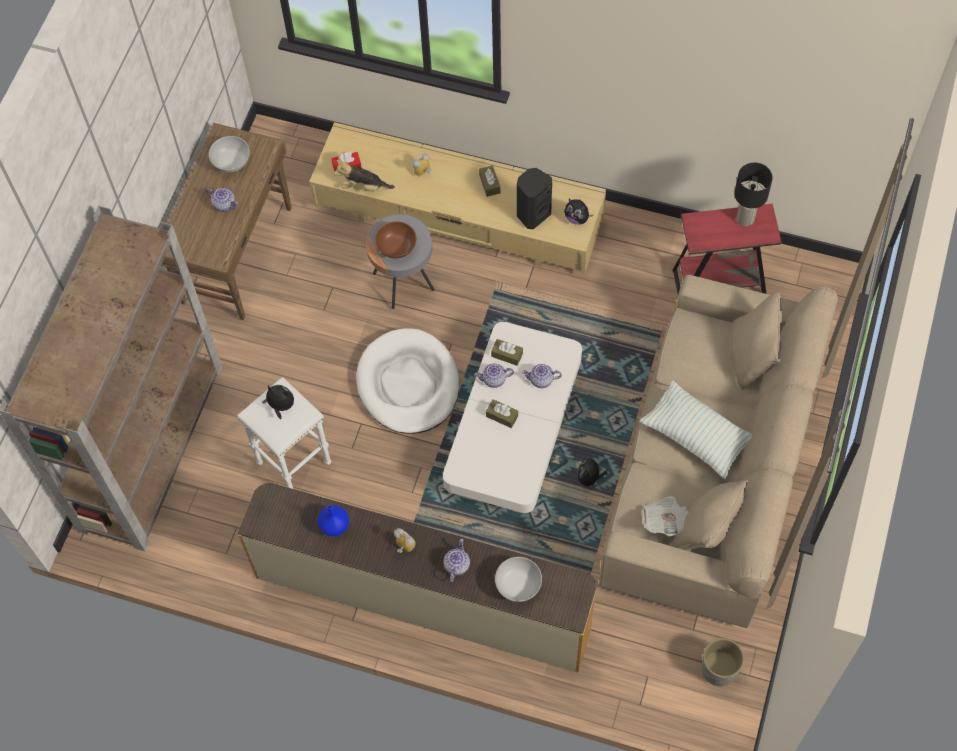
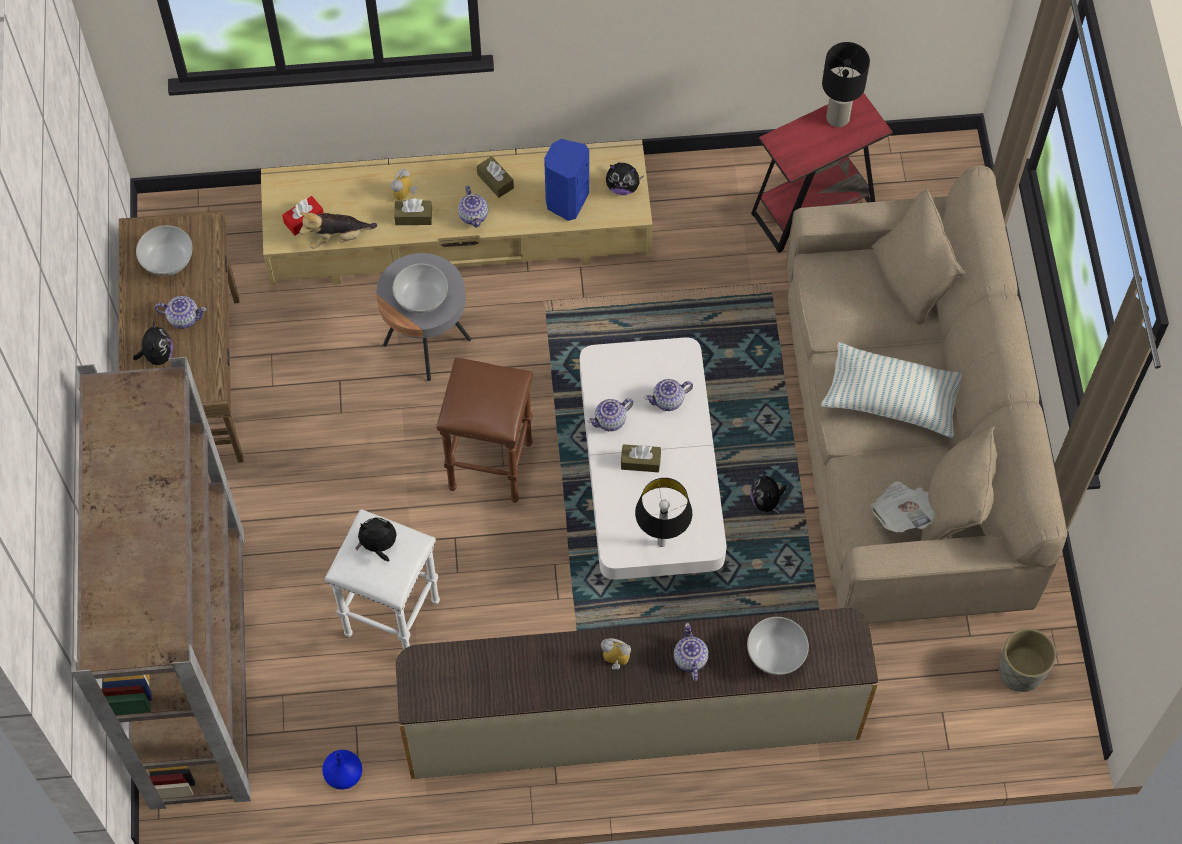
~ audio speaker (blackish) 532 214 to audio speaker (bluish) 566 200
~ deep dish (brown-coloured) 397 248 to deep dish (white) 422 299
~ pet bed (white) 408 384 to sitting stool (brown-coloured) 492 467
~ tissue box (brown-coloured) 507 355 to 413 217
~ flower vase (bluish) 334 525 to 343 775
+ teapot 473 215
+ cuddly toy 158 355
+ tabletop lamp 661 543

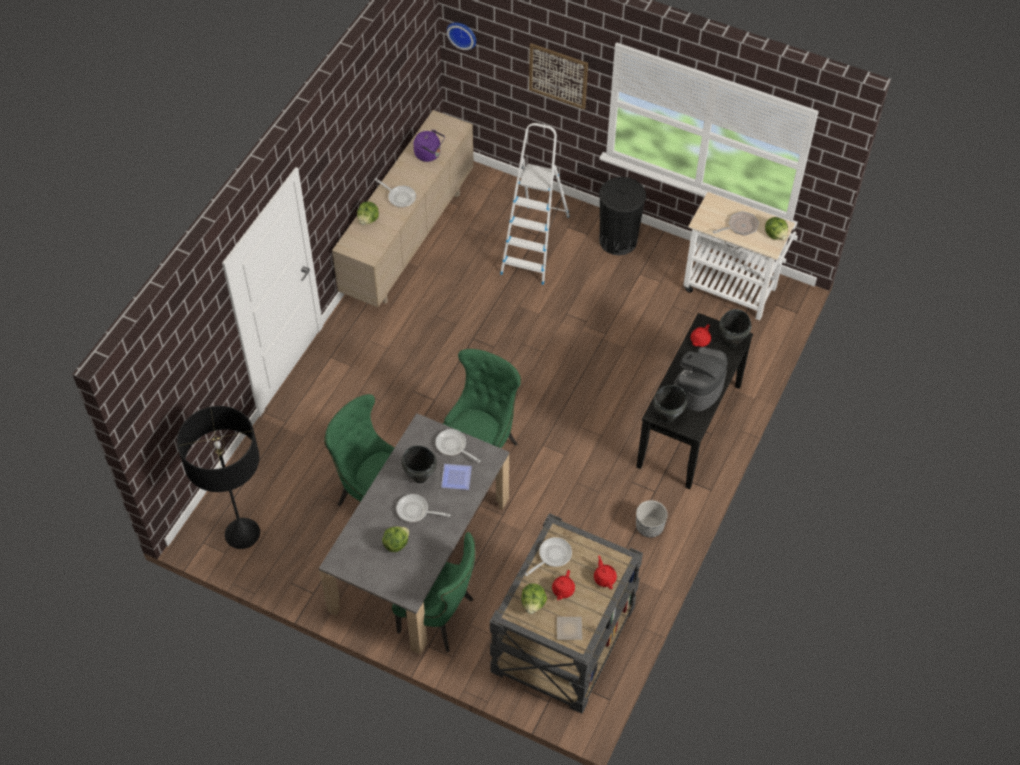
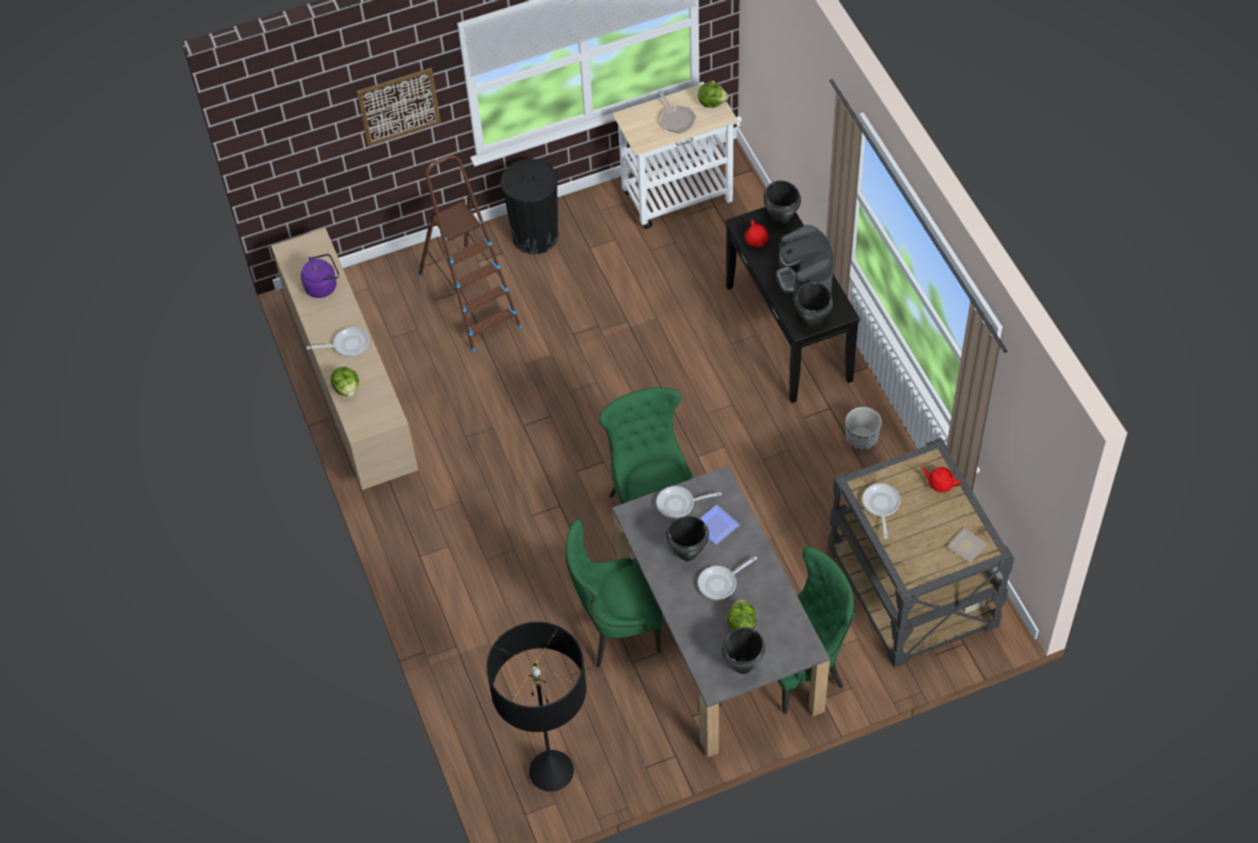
- clock on the wall 462 34
~ step ladder (white) 535 244 to step ladder (brown-coloured) 470 300
~ pan 740 227 = 676 119 135 degrees clockwise
- teapot (reddish) 563 590
- lettuce head 533 603
+ stockpot (blackish) 743 666

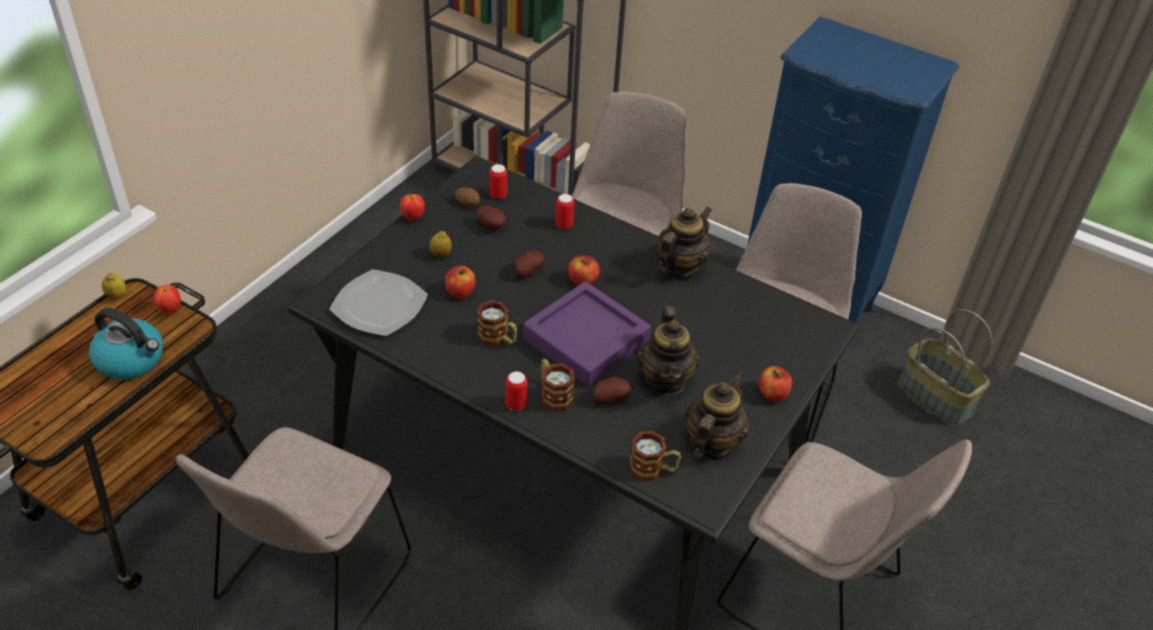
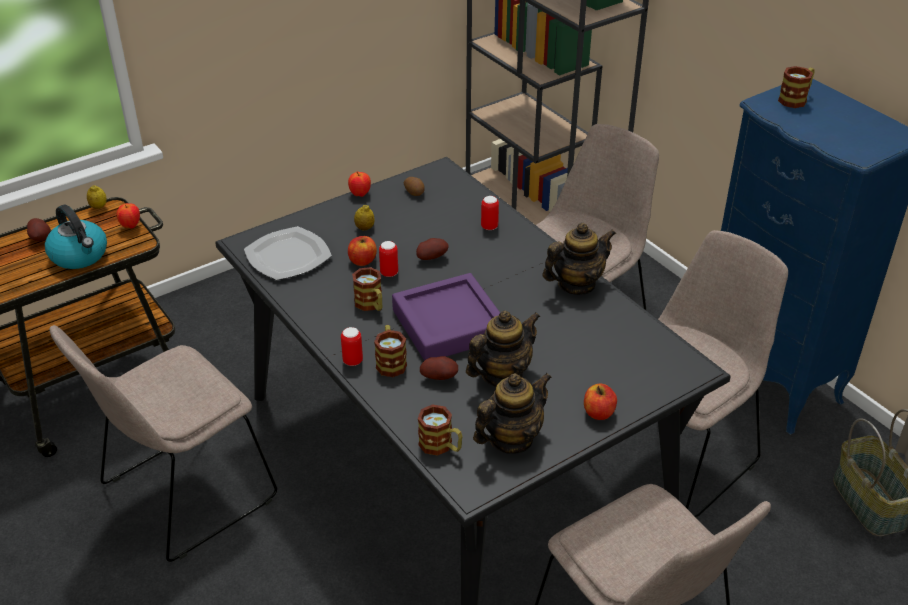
~ sealed can 498 195 to 389 273
~ spud 492 226 to 41 239
- apple fruit 583 280
~ teapot 665 379 = 501 375 150 degrees counterclockwise
+ tea mug 796 99

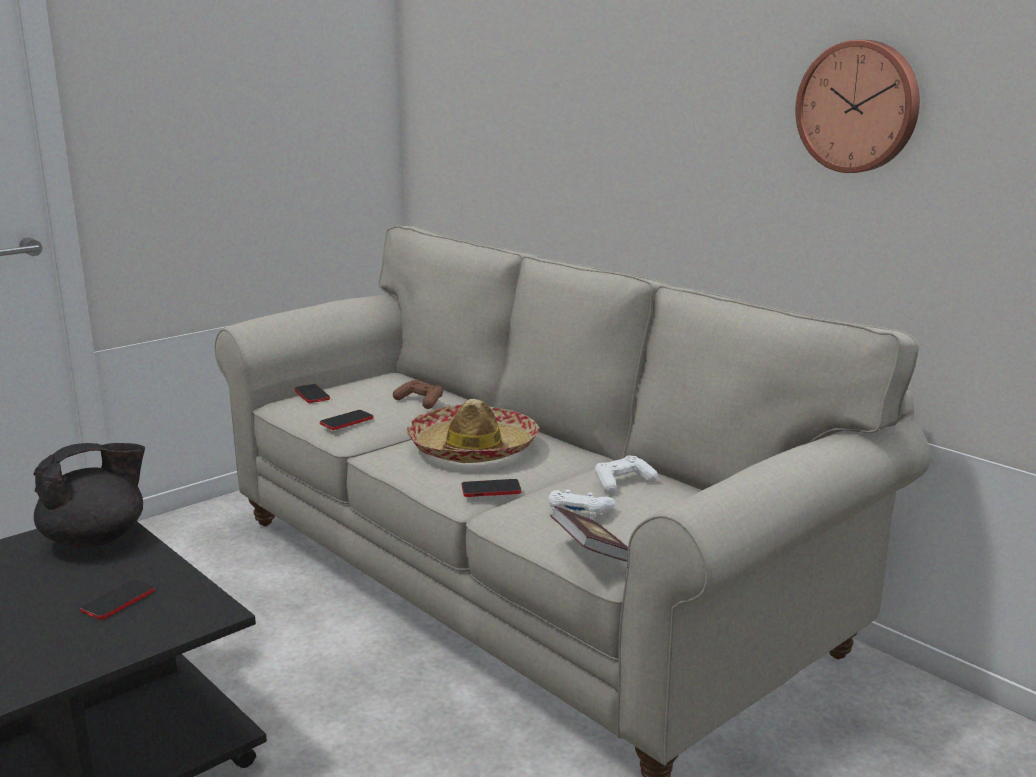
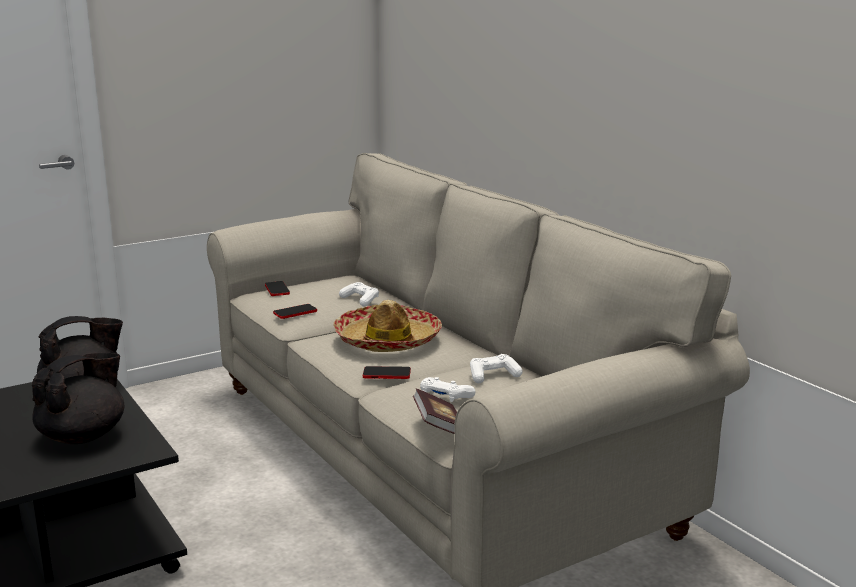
- clock on the wall 859 106
~ joypad (brown-coloured) 420 401 to joypad (white) 360 300
~ phone 118 601 to teapot (blackish) 84 436

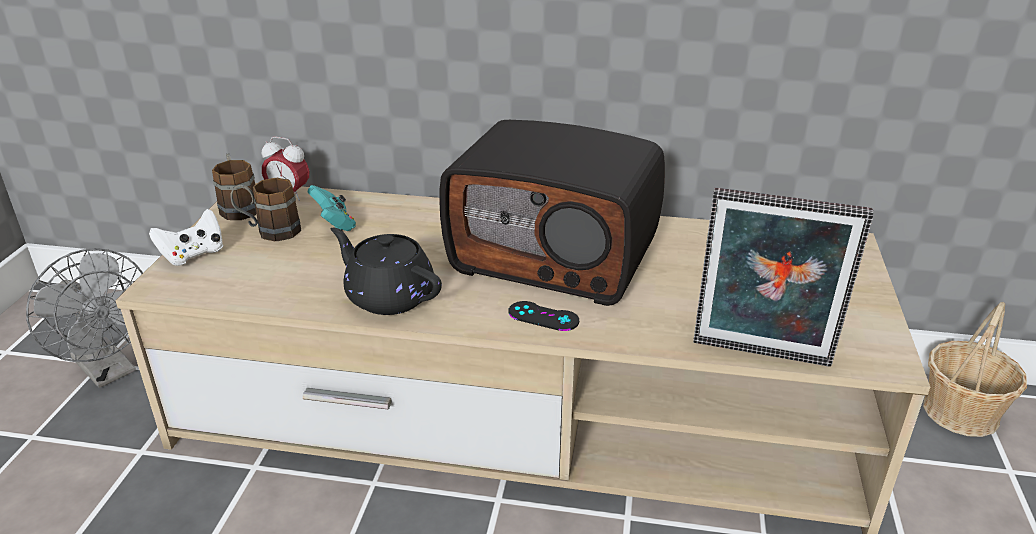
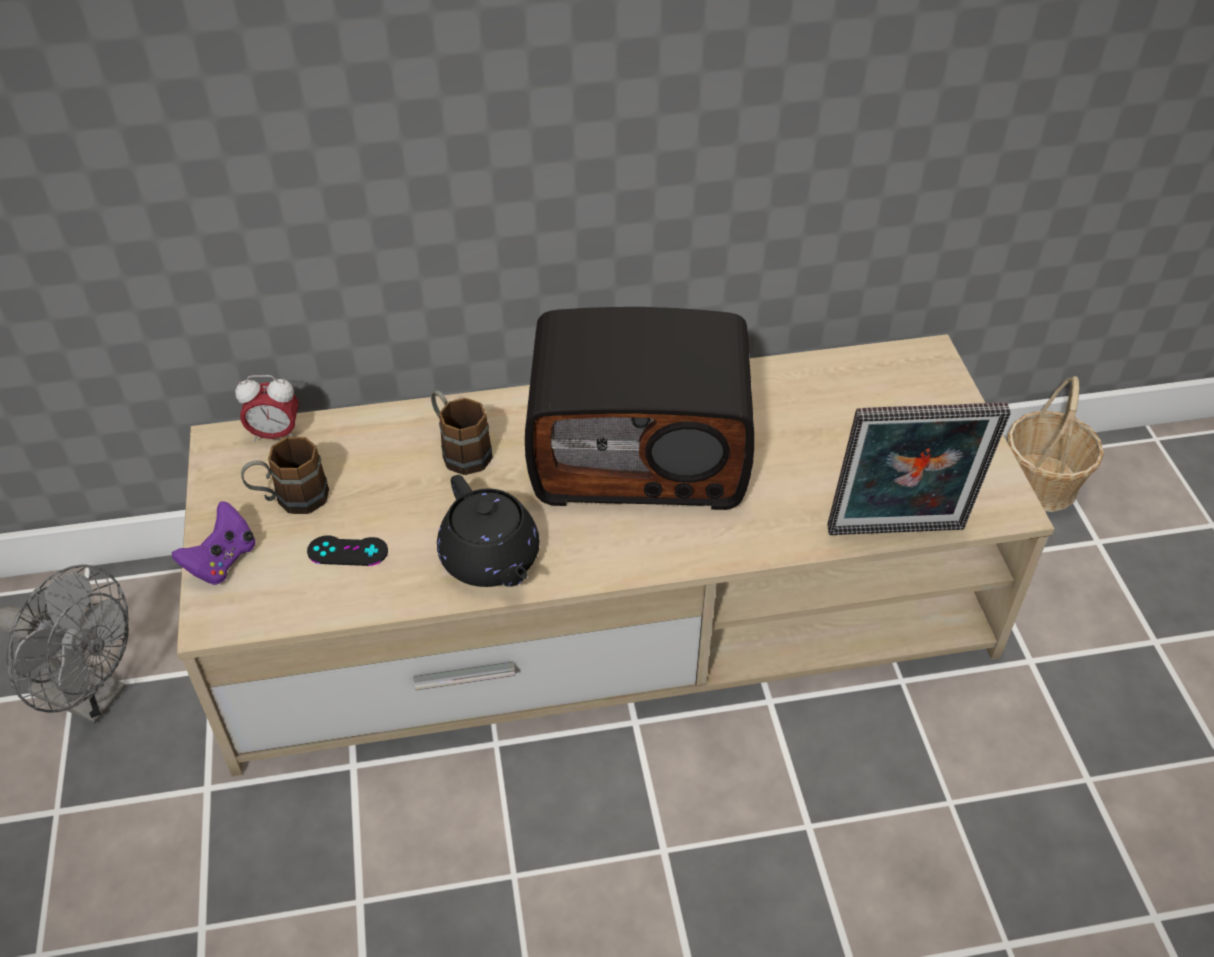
~ tea mug (brown-coloured) 239 206 to 459 450
- joypad (blue-green) 334 224
~ joypad (white) 193 254 to joypad (purple-coloured) 222 560
~ teapot (blackish) 388 296 = 491 560 135 degrees counterclockwise
~ joypad (blackish) 543 316 to 347 551

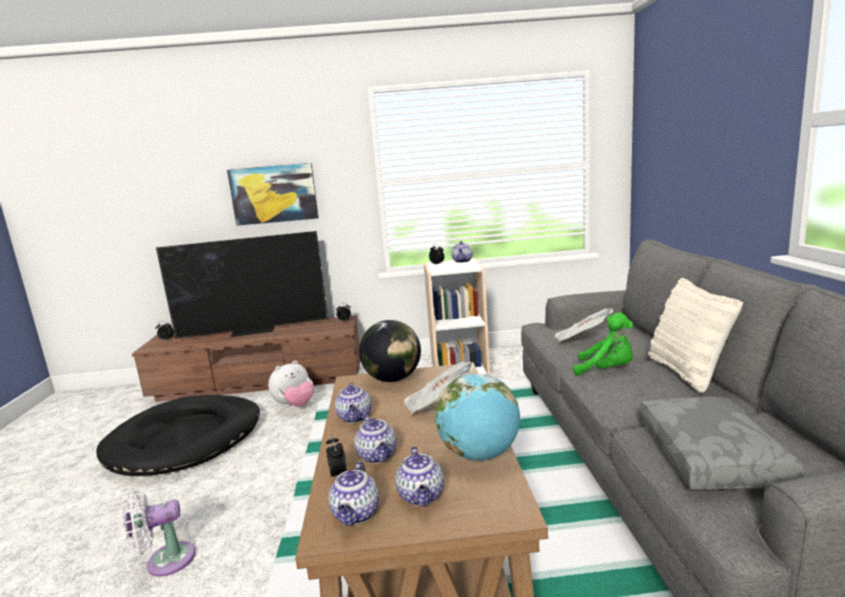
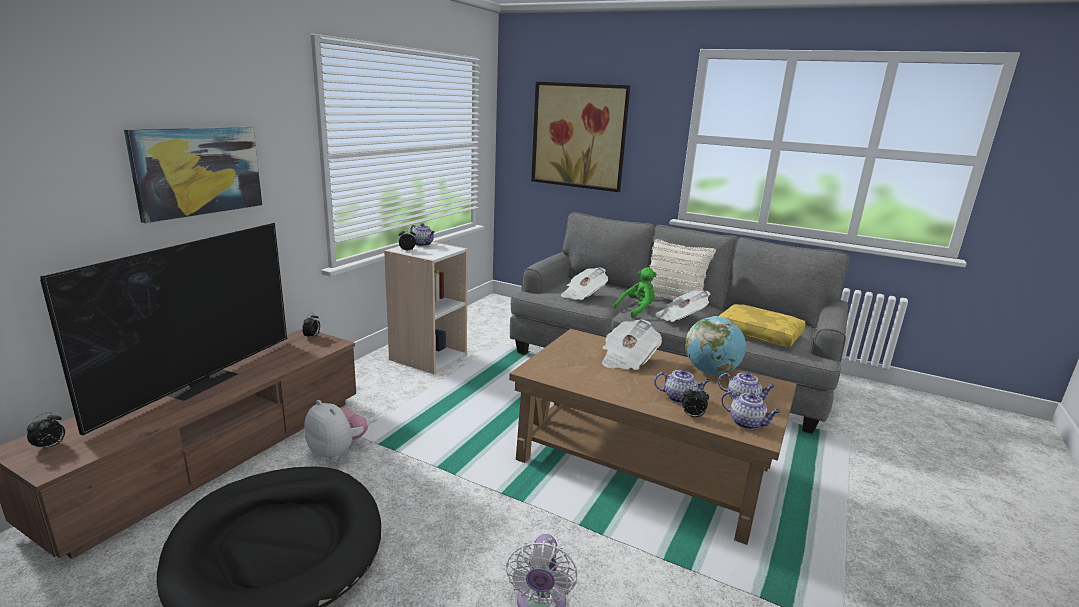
- globe 393 379
~ cuddly toy 295 405 = 337 451 45 degrees counterclockwise
- teapot 355 418
~ pillow (greyish) 712 456 to pillow (yellow-coloured) 759 333
+ picture 578 136
+ daily paper 680 318

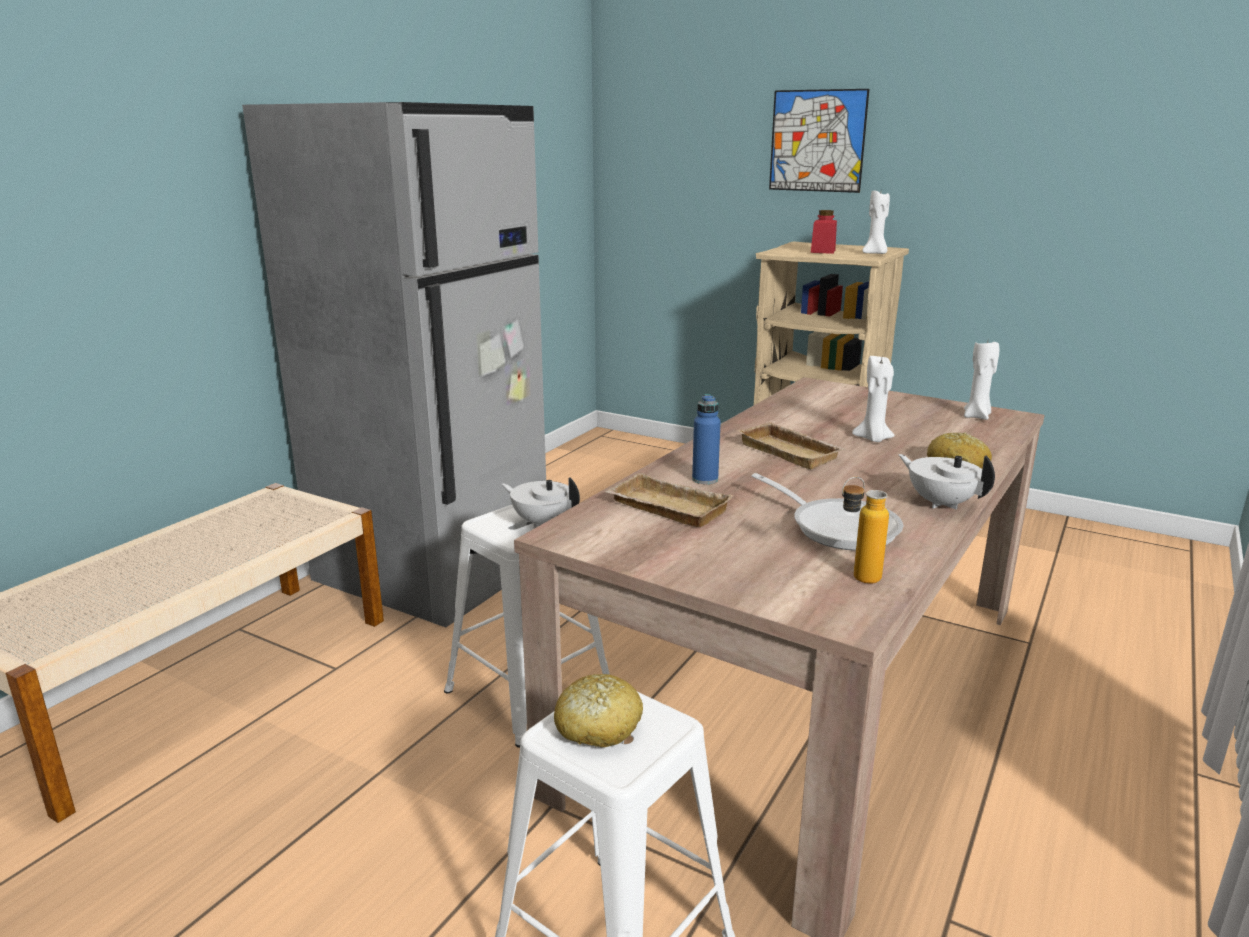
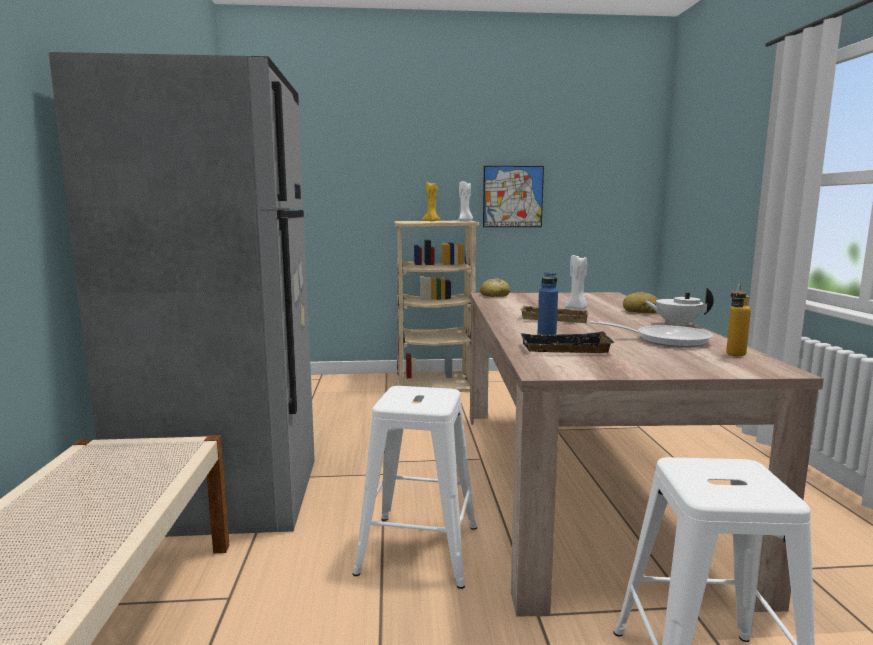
~ picture 817 141 to 513 196
~ storage jar (reddish) 823 251 to candle (yellow-coloured) 431 221
- candle (white) 977 416
~ serving tray (sand-coloured) 665 508 to serving tray (blackish) 564 349
- teapot (white) 542 522
~ baked bread 598 726 to 494 295

